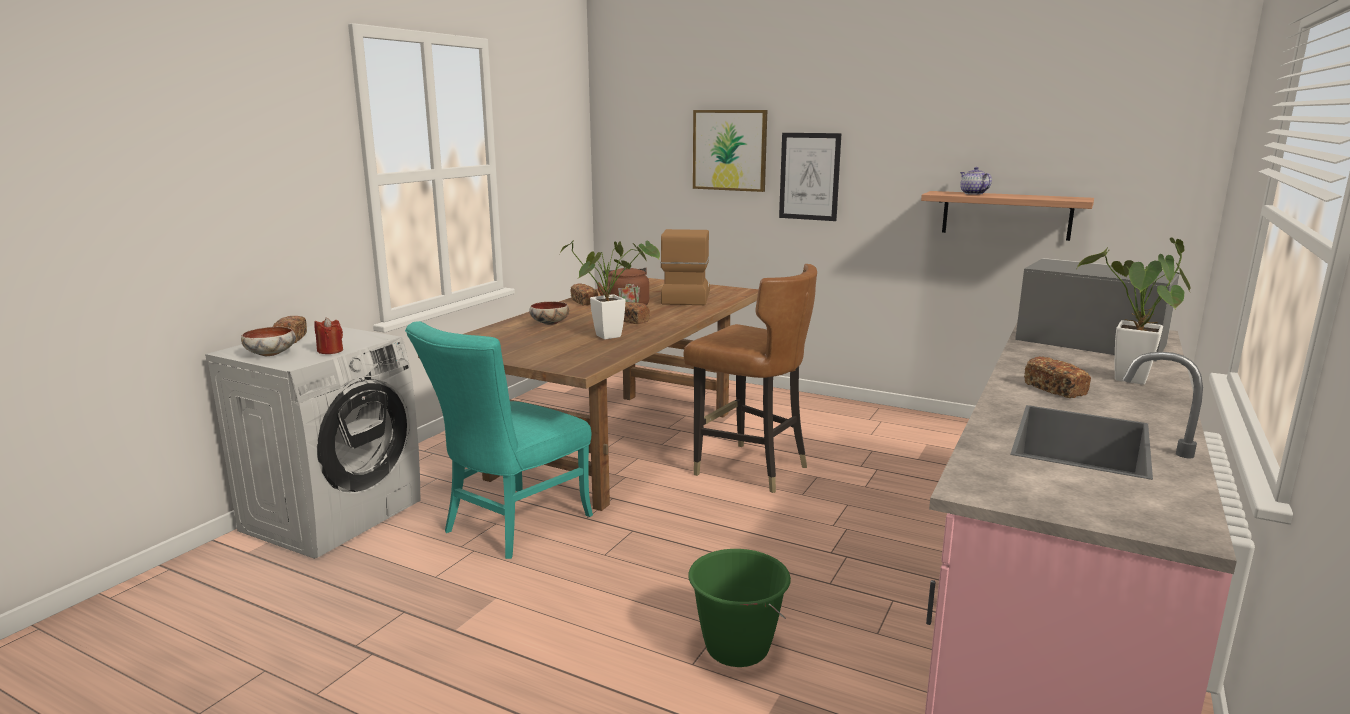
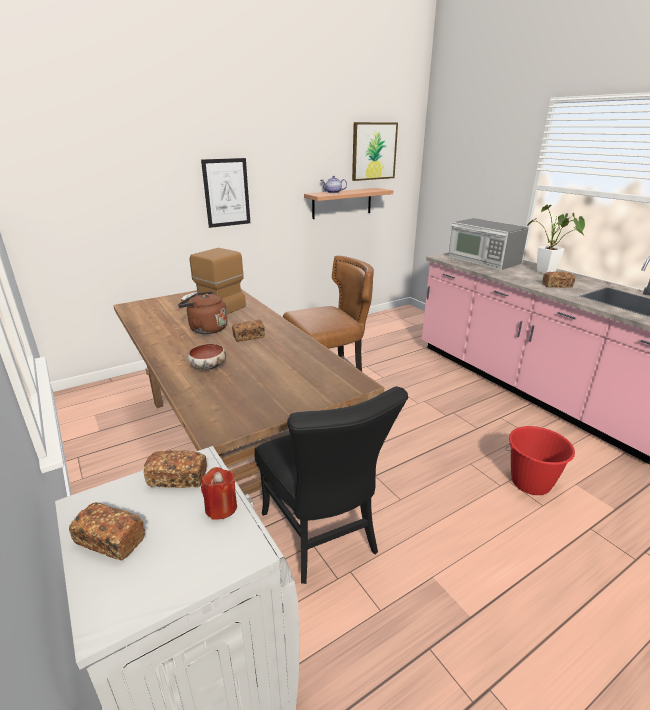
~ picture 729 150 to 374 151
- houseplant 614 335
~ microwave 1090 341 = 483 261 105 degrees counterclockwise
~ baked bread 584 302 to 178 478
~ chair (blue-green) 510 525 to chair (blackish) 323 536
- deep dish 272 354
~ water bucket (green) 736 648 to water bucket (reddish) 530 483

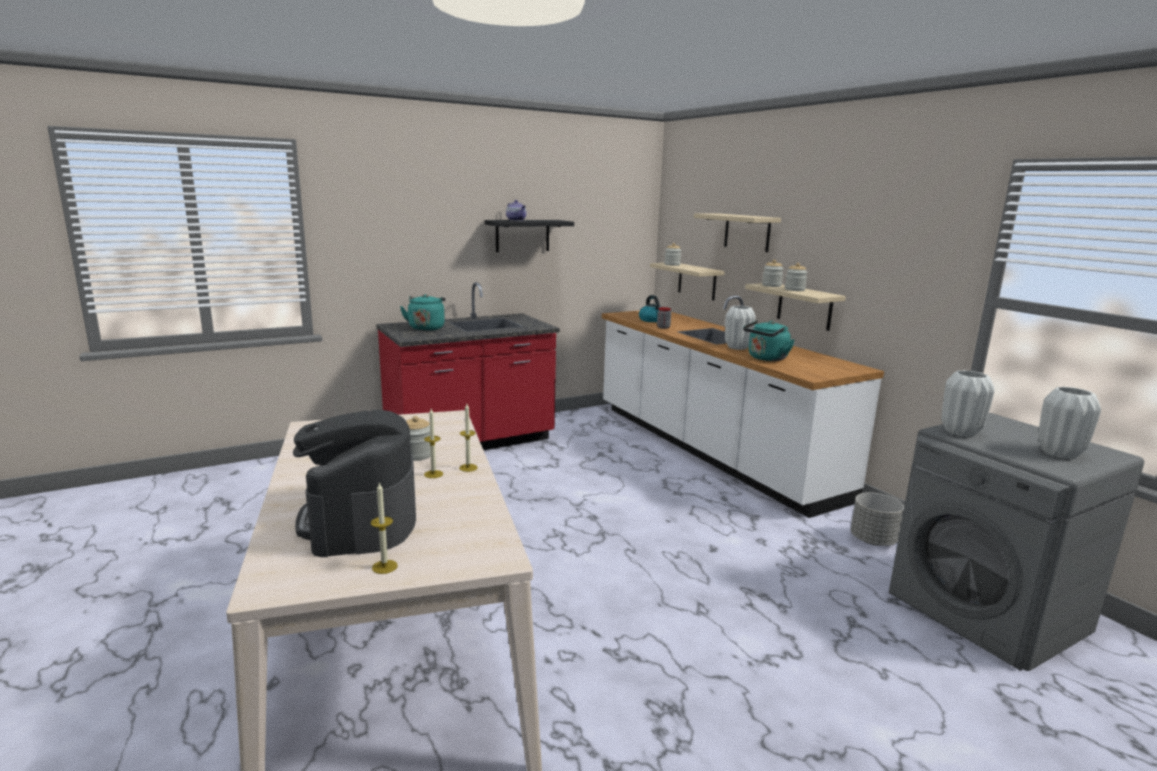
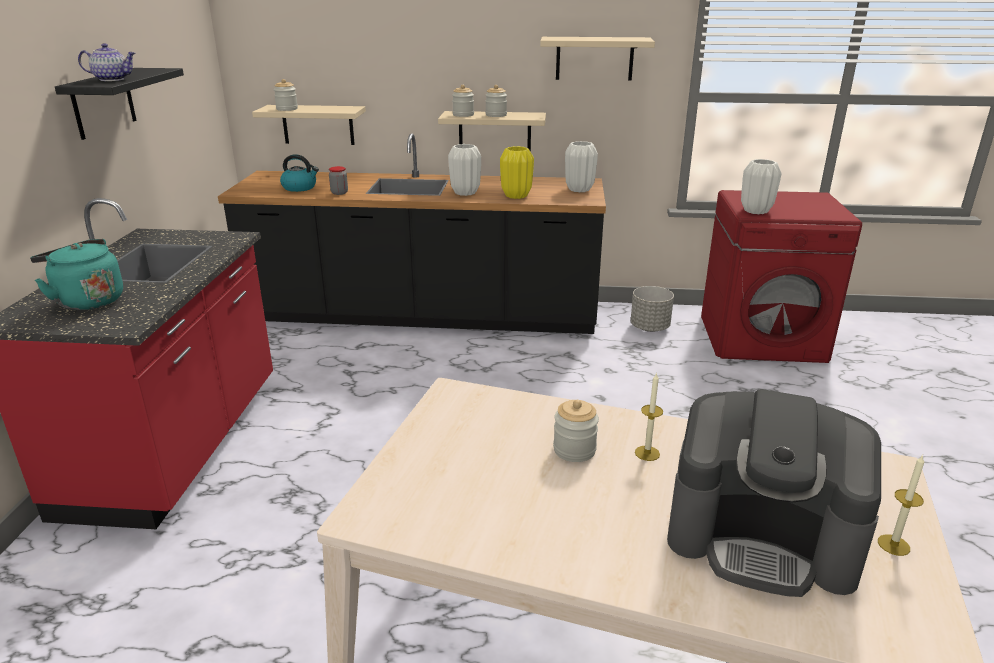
~ wall shelf (sand-coloured) 747 232 to 594 58
~ kitchen base unit (white) 709 450 to kitchen base unit (blackish) 423 315
~ tea kettle (blue-green) 766 358 to flower vase (yellow-coloured) 516 196
~ flower vase (white) 1059 453 to 579 189
- candle 468 467
~ washing machine (greyish) 985 612 to washing machine (reddish) 764 339

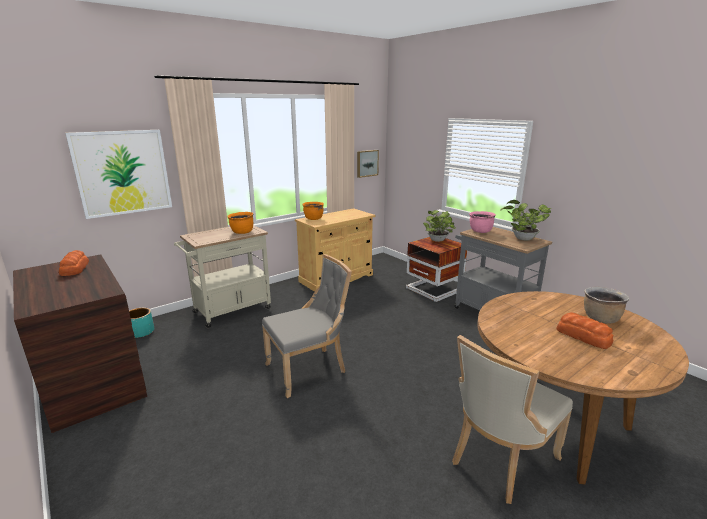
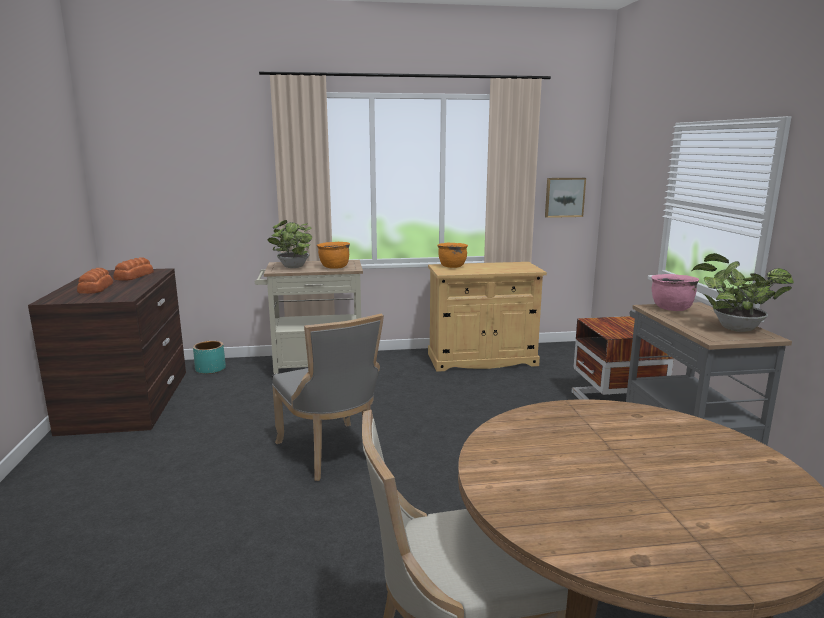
- picture 123 172
~ houseplant 438 240 to 292 267
~ chair (greyish) 309 369 = 331 453 60 degrees clockwise
- stockpot (brown-coloured) 600 318
~ baked bread 584 336 to 95 288

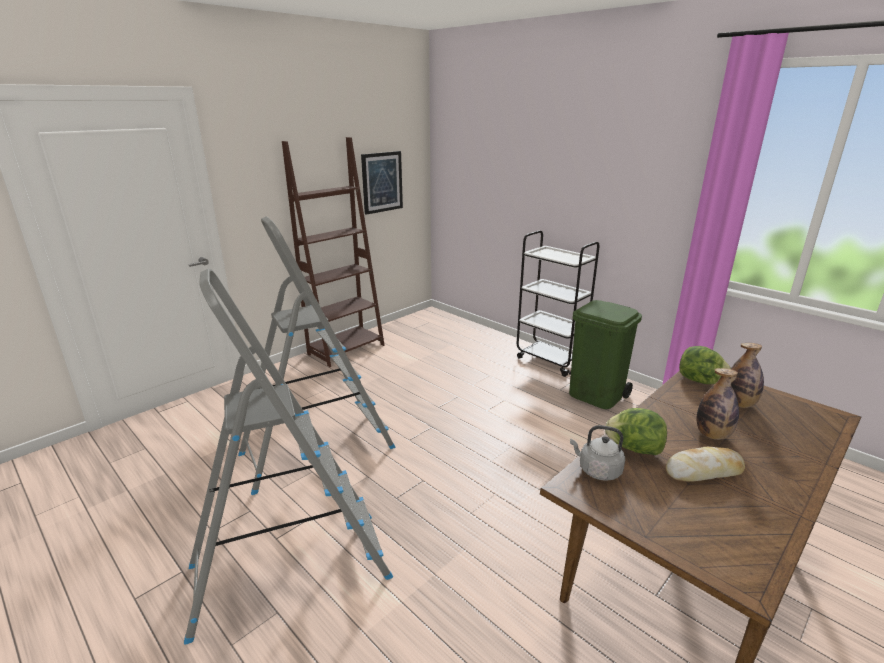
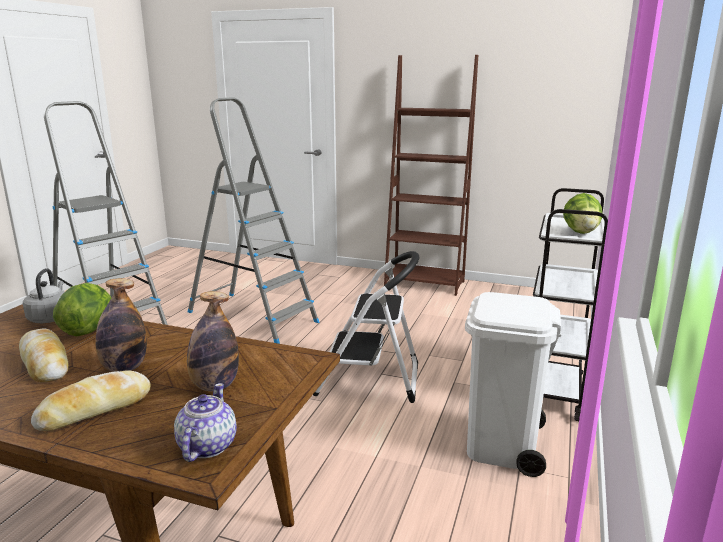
- picture 382 182
~ waste bin (green) 596 396 to waste bin (white) 502 446
~ lettuce head 700 381 to 581 232
+ step ladder 371 380
+ baked bread 95 409
+ teapot 206 446

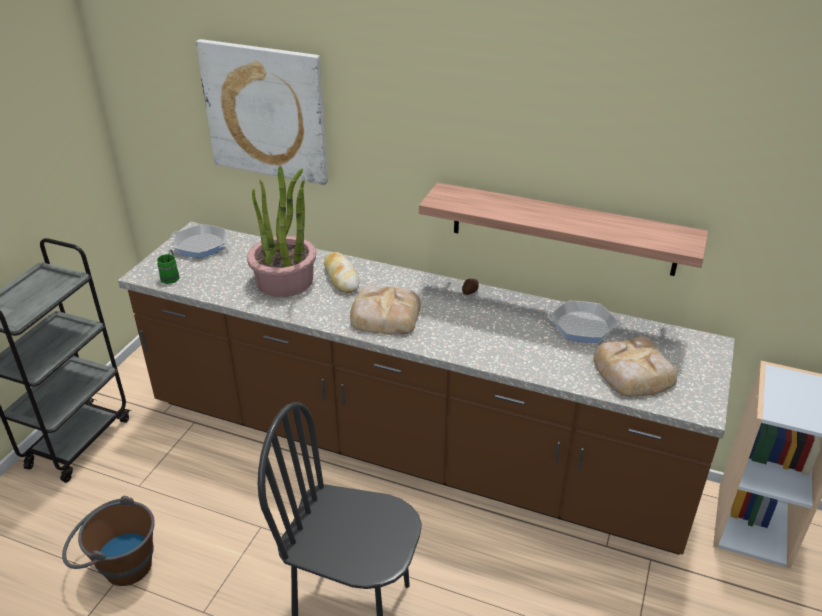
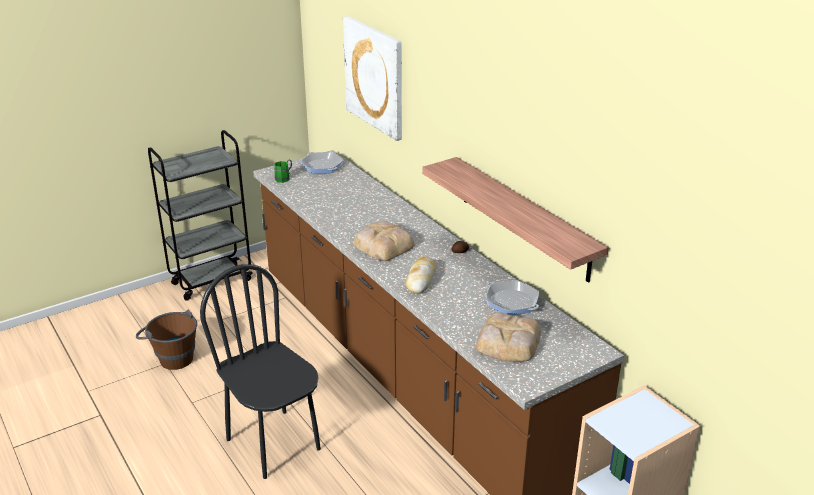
- houseplant 285 281
~ baked bread 341 277 to 421 279

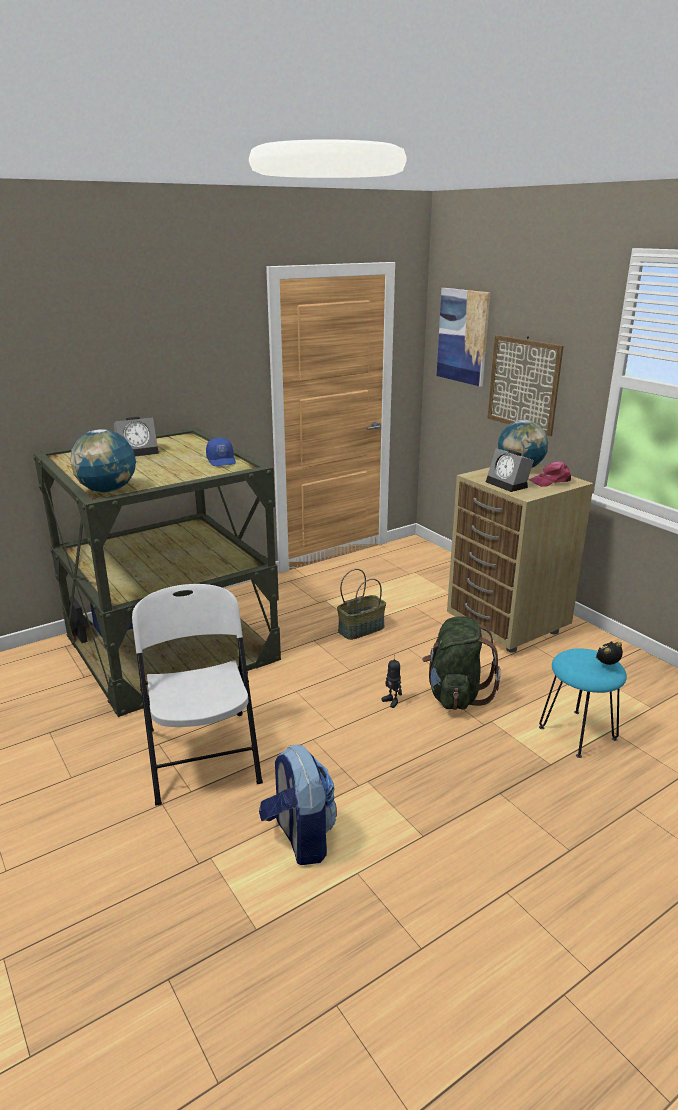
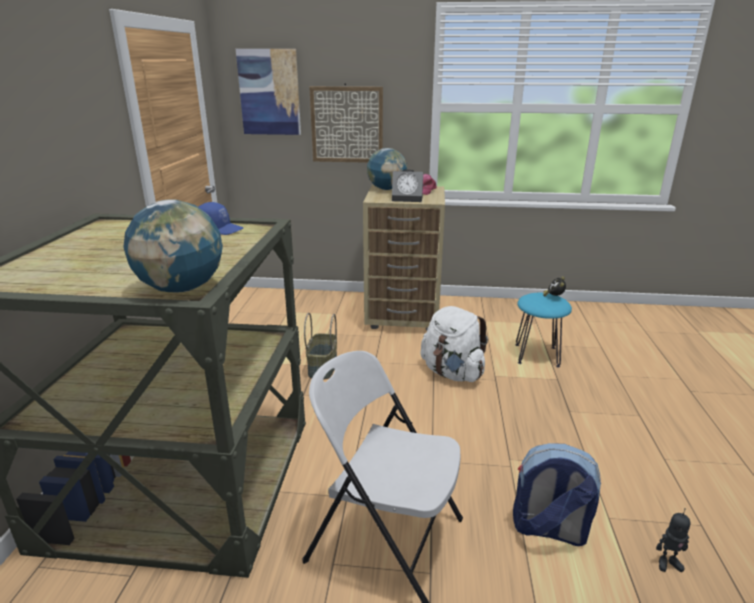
- table clock 139 451
~ knapsack (green) 455 695 to knapsack (white) 452 373
~ model robot 392 701 to 667 563

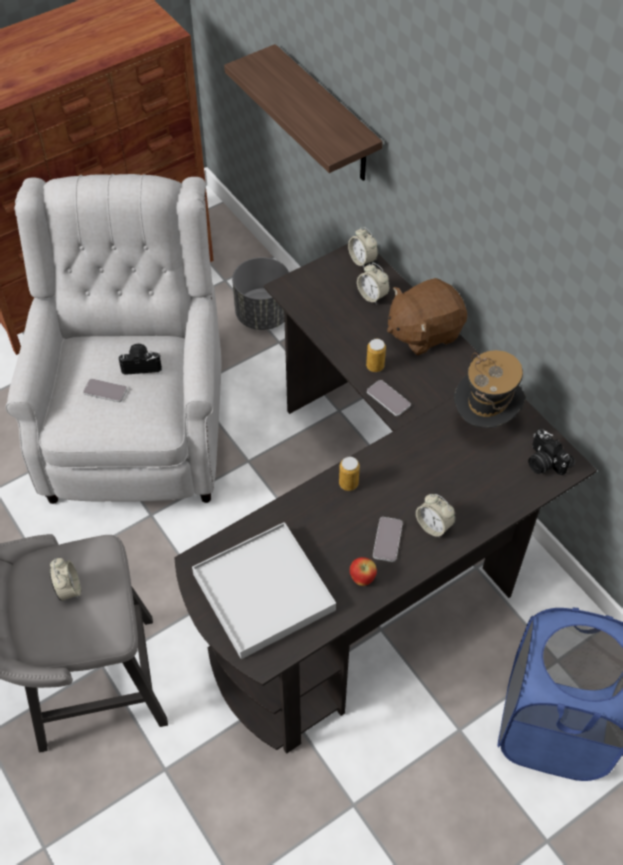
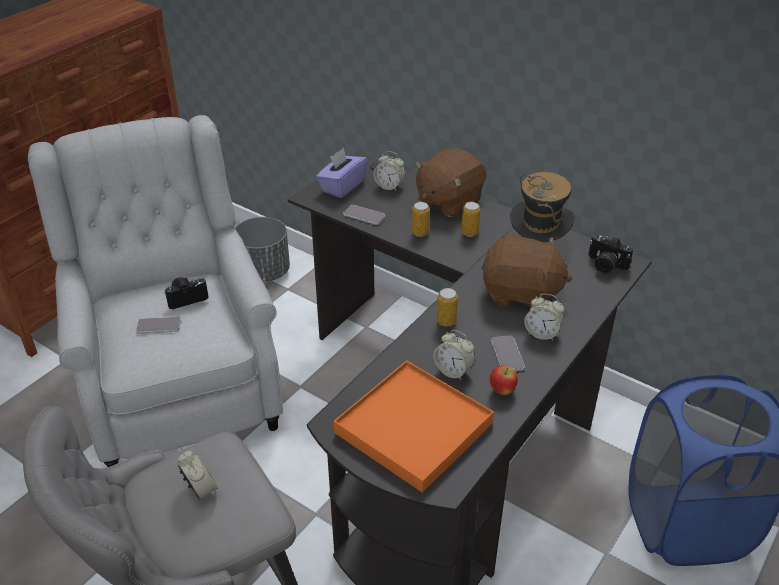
- wall shelf 326 117
~ table clock 362 260 to 453 371
~ phone 388 398 to 364 215
~ serving tray (white) 264 592 to serving tray (orange-coloured) 414 428
+ tissue box (purple-coloured) 342 186
+ sealed can 469 233
+ cuddly toy (brown-coloured) 521 293

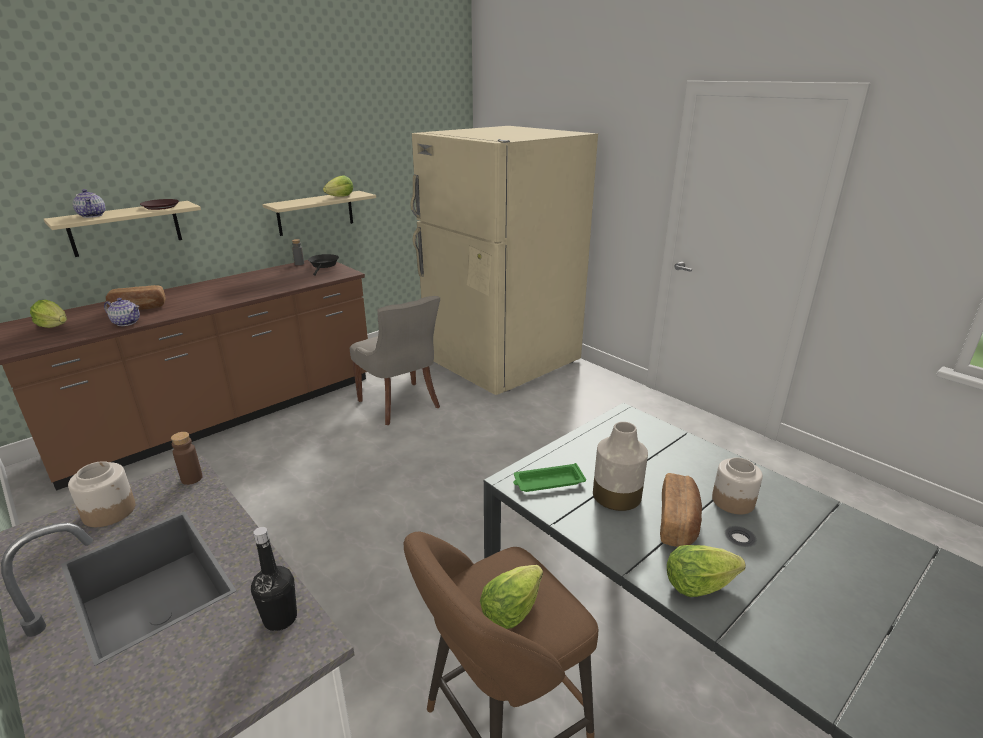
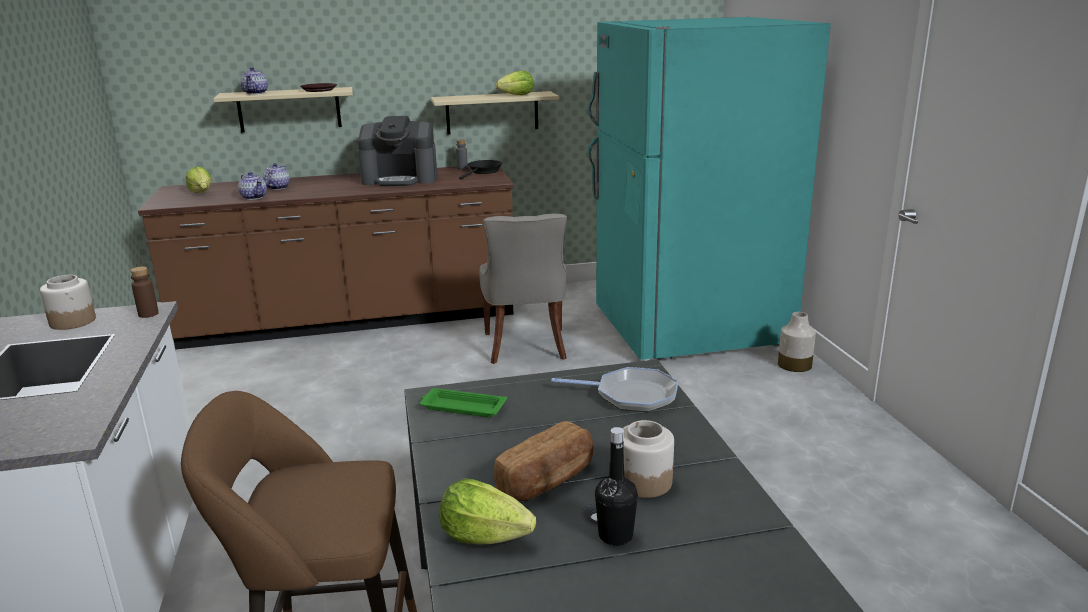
~ kitchen fridge (sand-coloured) 502 360 to kitchen fridge (blue-green) 690 326
~ baked bread 139 308 to teapot 278 187
~ flower vase (sand-coloured) 616 494 to 794 364
~ bottle (blackish) 280 618 to 615 535
- lettuce head 511 610
+ coffee brewer 400 179
+ pan 631 395

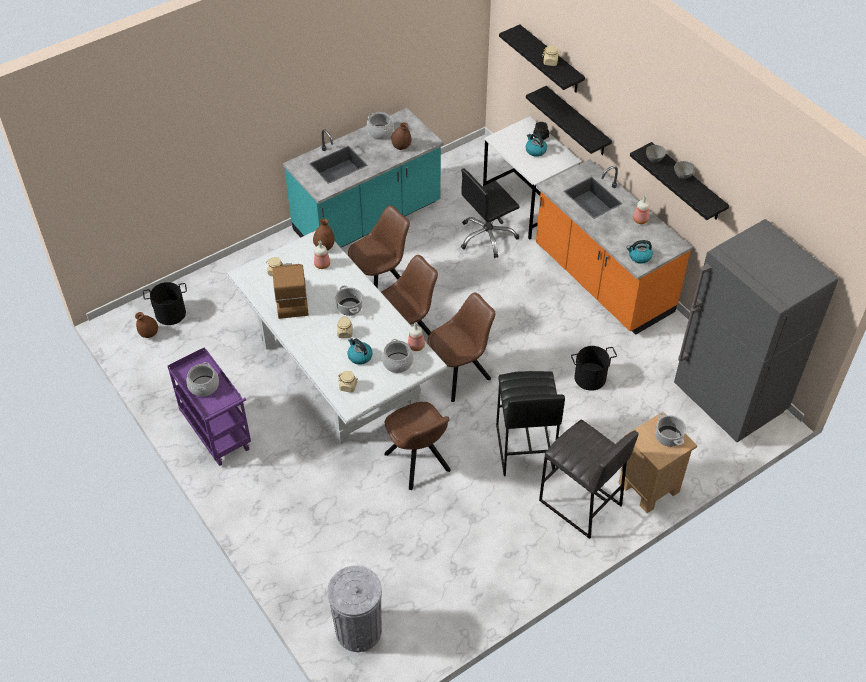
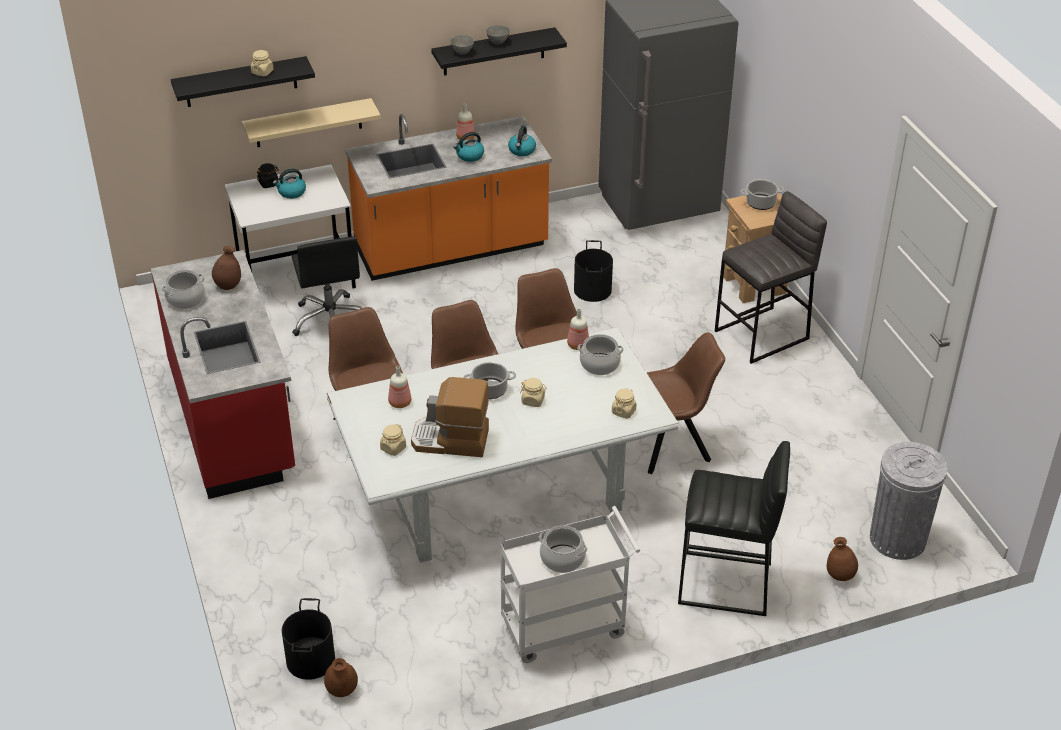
~ wall shelf (blackish) 577 122 to wall shelf (sand-coloured) 308 123
~ kitchen base unit (blue-green) 367 218 to kitchen base unit (reddish) 233 420
~ flower vase (brown-coloured) 324 247 to 840 576
~ tea kettle 359 356 to 469 156
~ cart (purple-coloured) 218 435 to cart (white) 566 632
~ sitting stool (blackish) 524 449 to 725 584

